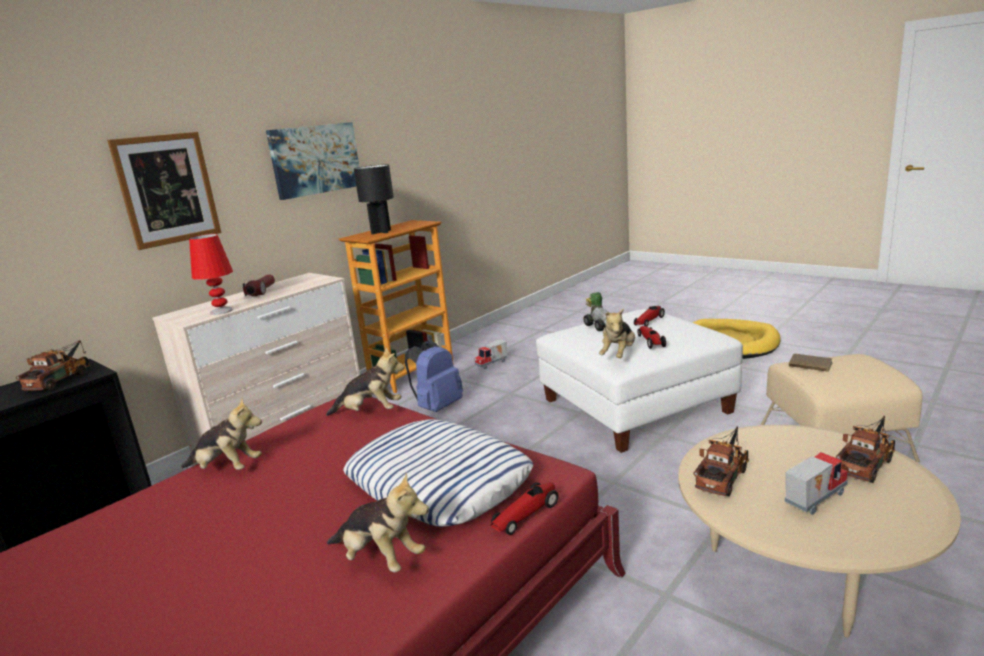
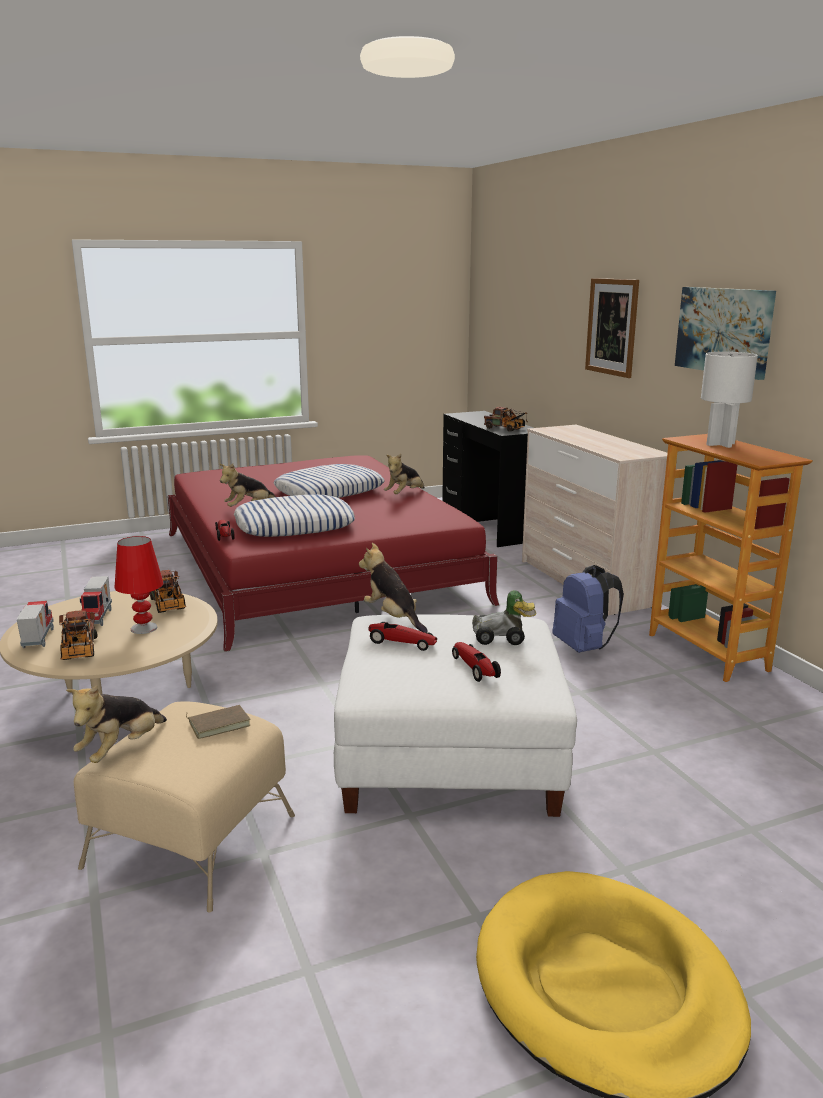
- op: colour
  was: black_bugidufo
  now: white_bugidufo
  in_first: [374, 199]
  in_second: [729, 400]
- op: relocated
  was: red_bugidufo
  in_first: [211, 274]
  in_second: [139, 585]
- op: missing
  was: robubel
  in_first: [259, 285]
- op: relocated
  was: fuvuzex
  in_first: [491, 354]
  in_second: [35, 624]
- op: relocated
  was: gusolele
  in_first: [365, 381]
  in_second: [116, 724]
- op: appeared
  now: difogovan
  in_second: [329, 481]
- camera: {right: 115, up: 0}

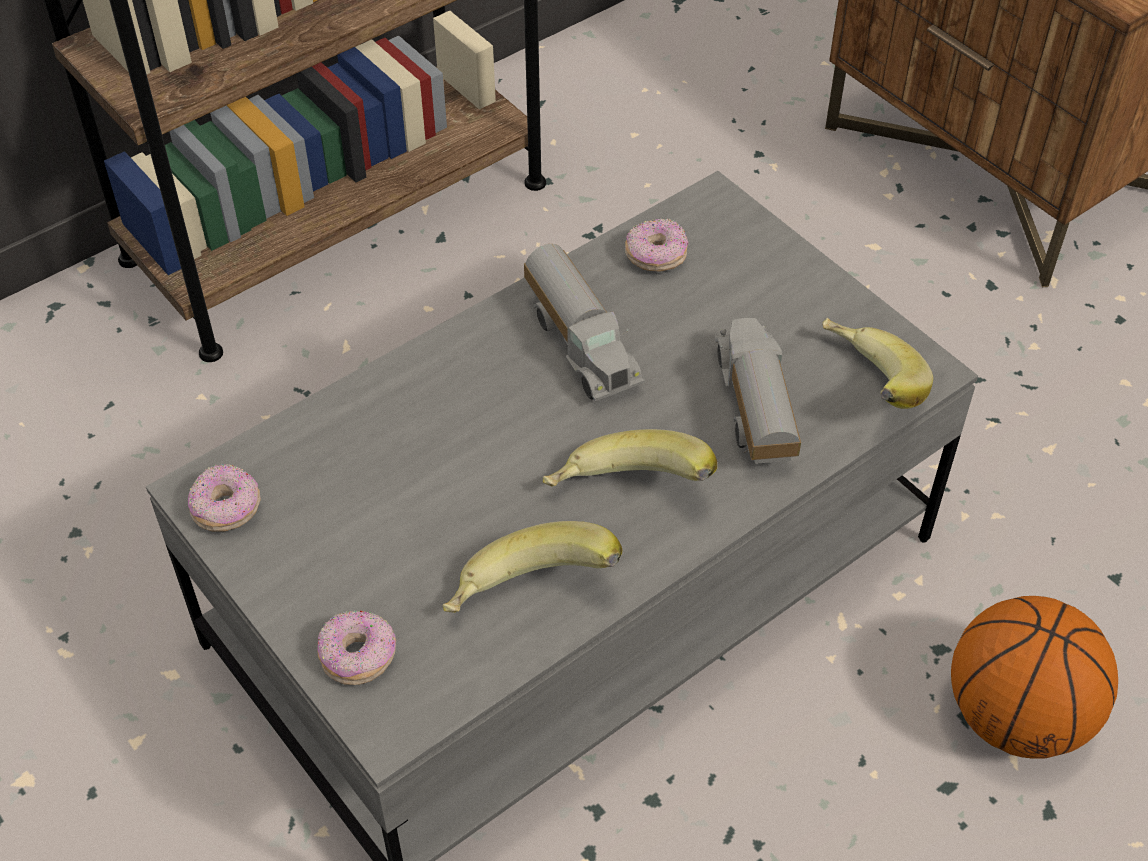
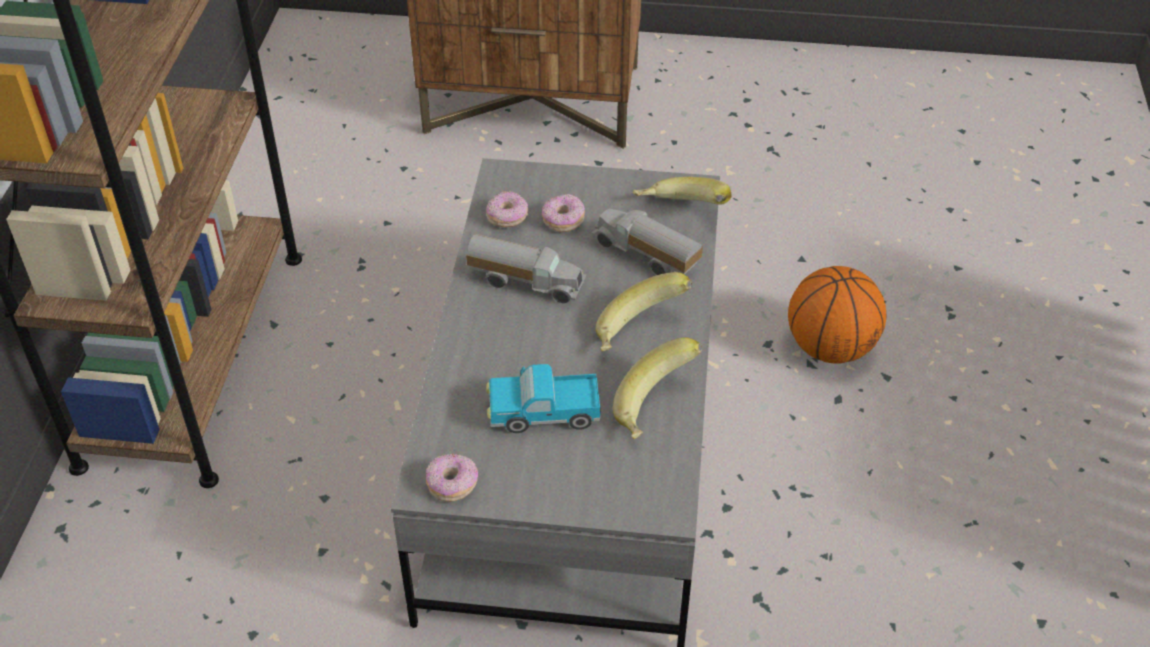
- op: relocated
  was: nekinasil
  in_first: [356, 648]
  in_second: [563, 213]
- op: appeared
  now: fuvuzex
  in_second: [543, 398]
- camera: {right: -45, up: -5}

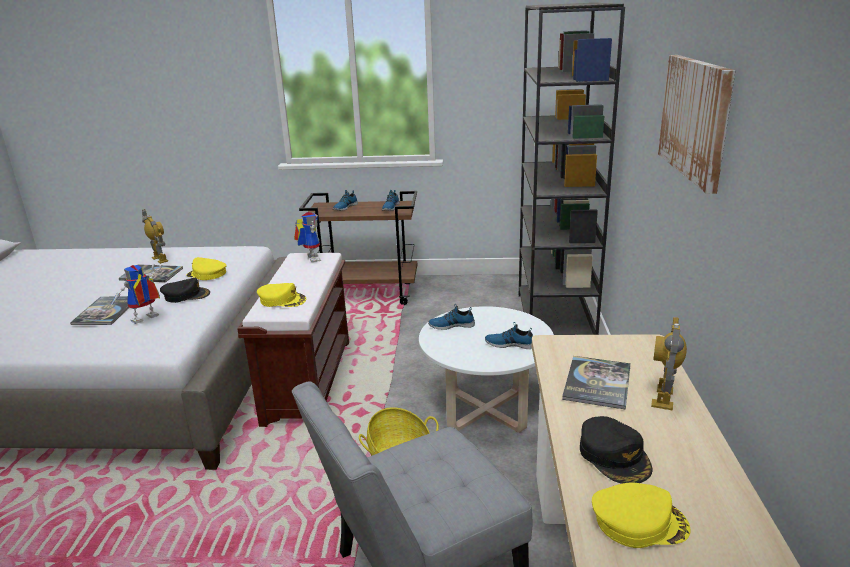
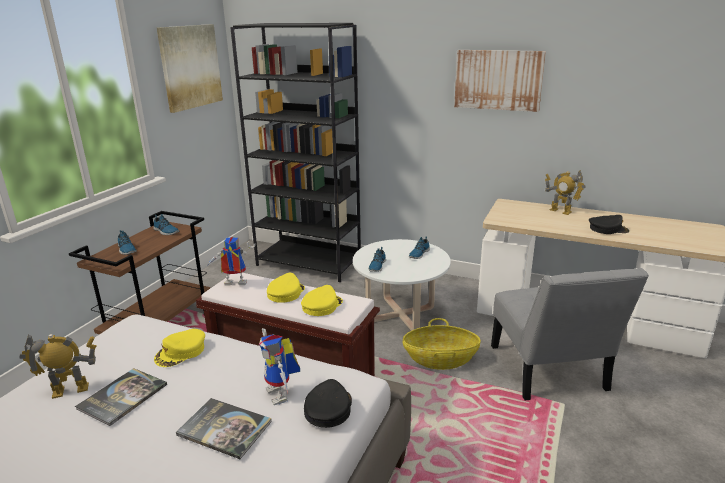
- op: relocated
  was: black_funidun
  in_first: [185, 290]
  in_second: [328, 403]
- op: missing
  was: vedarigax
  in_first: [596, 383]
- op: relocated
  was: yellow_funidun
  in_first: [641, 515]
  in_second: [286, 288]
- op: appeared
  now: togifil
  in_second: [190, 68]
- camera: {right: -70, up: 0}

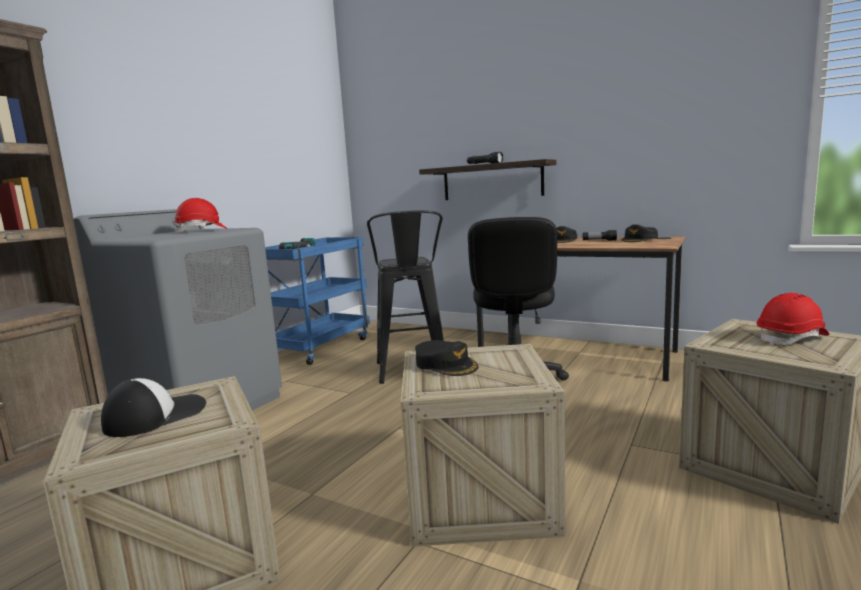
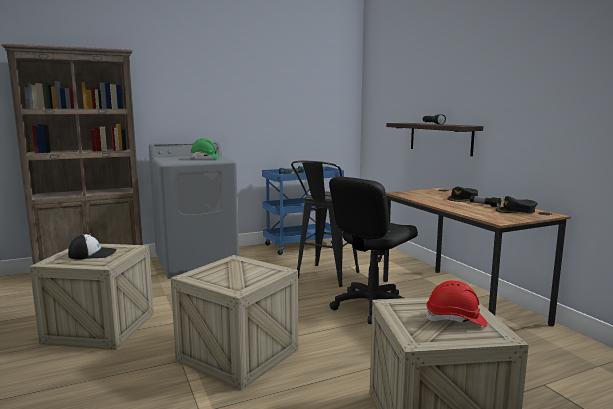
- op: colour
  was: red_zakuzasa
  now: green_zakuzasa
  in_first: [201, 215]
  in_second: [205, 148]
- op: missing
  was: black_funidun
  in_first: [447, 358]
- camera: {right: 35, up: 0}

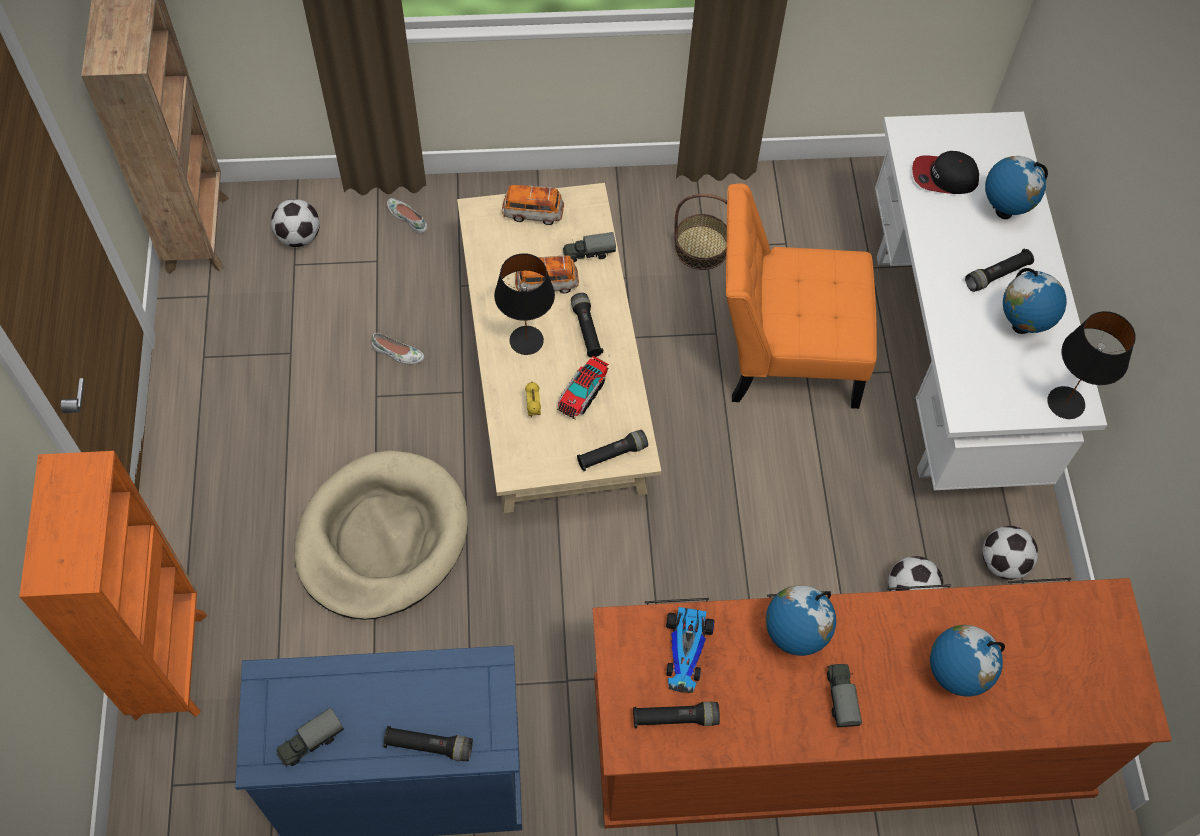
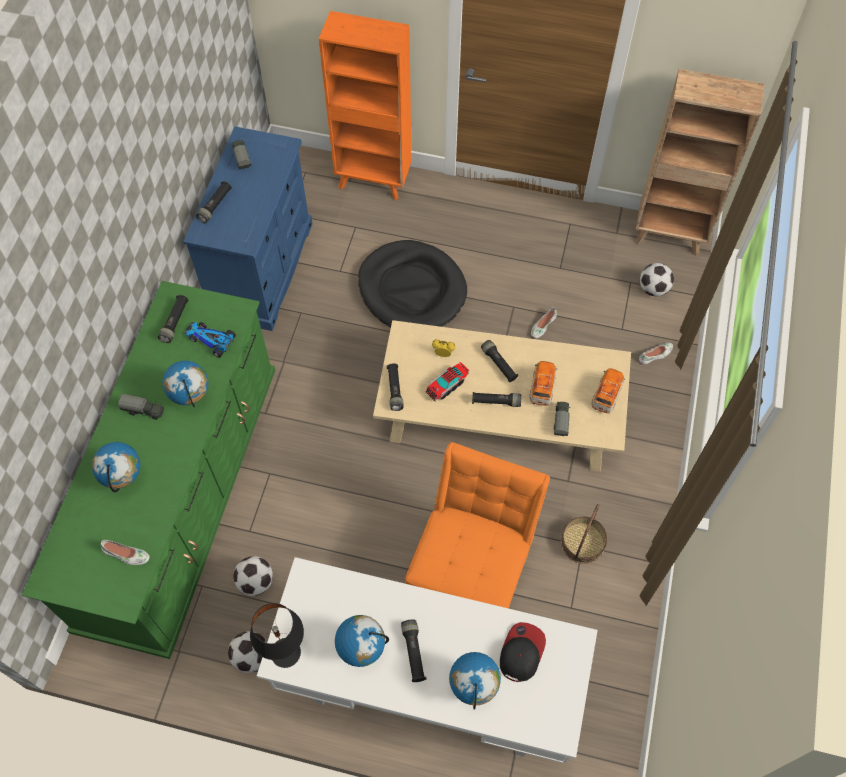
- op: exchanged
  was: black_bugidufo
  now: black_robubel
  in_first: [524, 304]
  in_second: [499, 361]
- op: spun
  was: fuvuzex
  in_first: [583, 387]
  in_second: [447, 382]
  clockwise: -90
- op: colour
  was: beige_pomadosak
  now: black_pomadosak
  in_first: [381, 535]
  in_second: [412, 284]
- op: colour
  was: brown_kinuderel
  now: green_kinuderel
  in_first: [882, 703]
  in_second: [148, 470]
- op: appeared
  now: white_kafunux
  in_second: [125, 552]
- camera: {right: 110, up: 0}

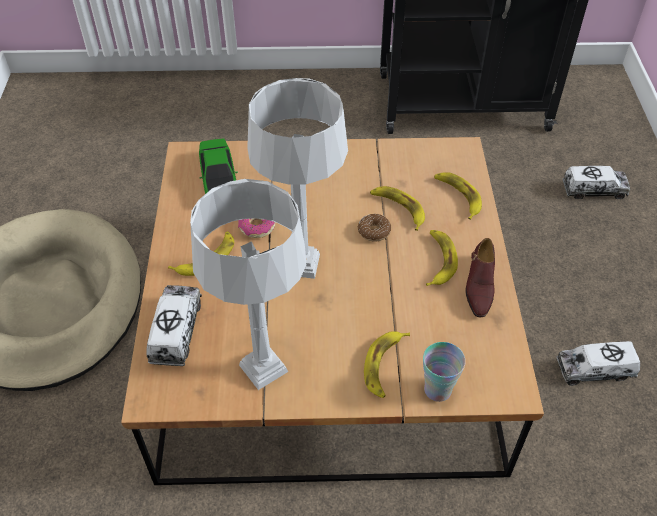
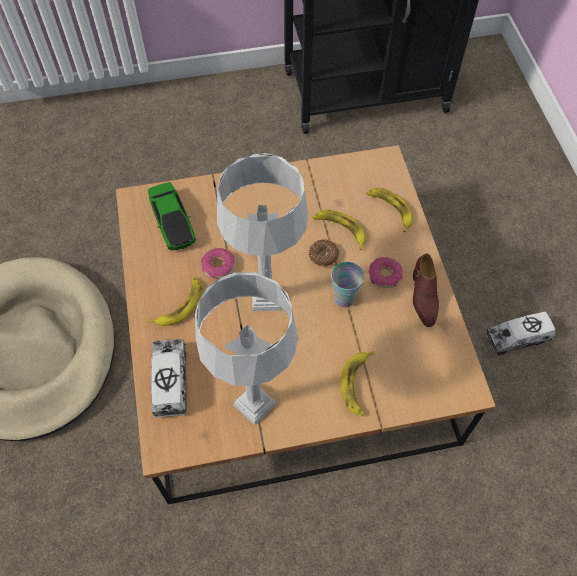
- op: missing
  was: fuvuzex
  in_first: [596, 182]
- op: exchanged
  was: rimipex
  now: nekinasil
  in_first: [442, 258]
  in_second: [386, 272]
- op: relocated
  was: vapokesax
  in_first: [444, 372]
  in_second: [347, 285]
- camera: {right: -10, up: 10}

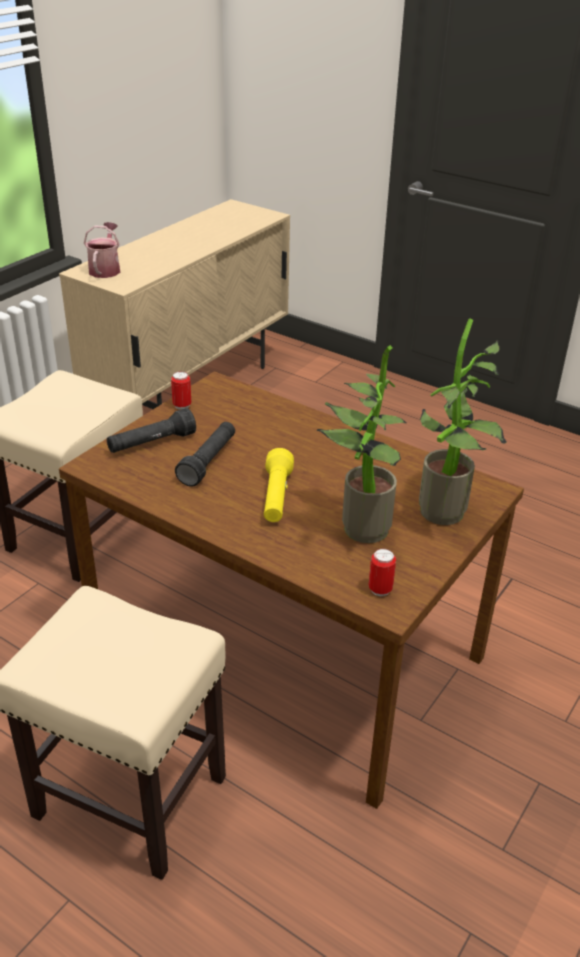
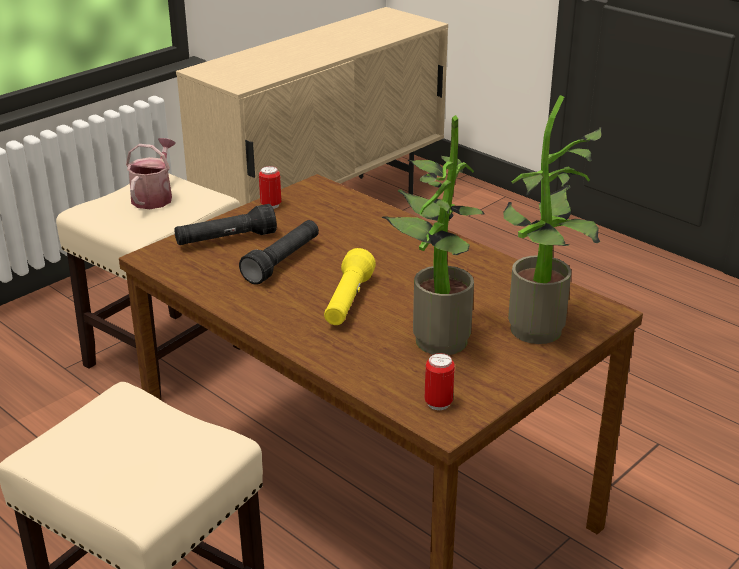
- op: relocated
  was: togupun
  in_first: [102, 250]
  in_second: [151, 173]
- camera: {right: 10, up: -5}

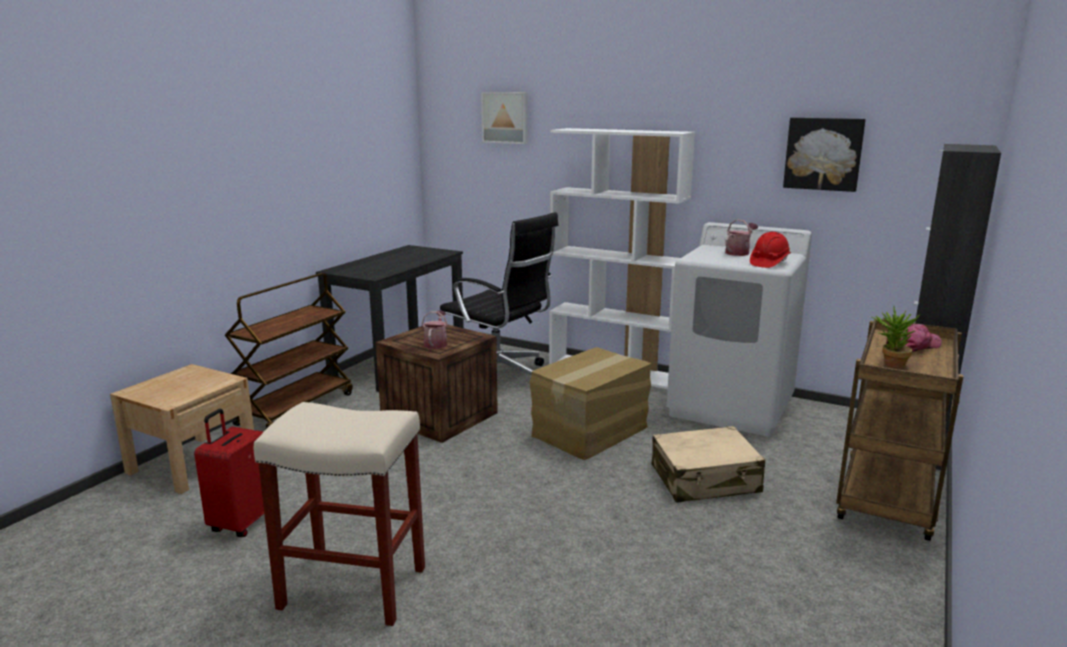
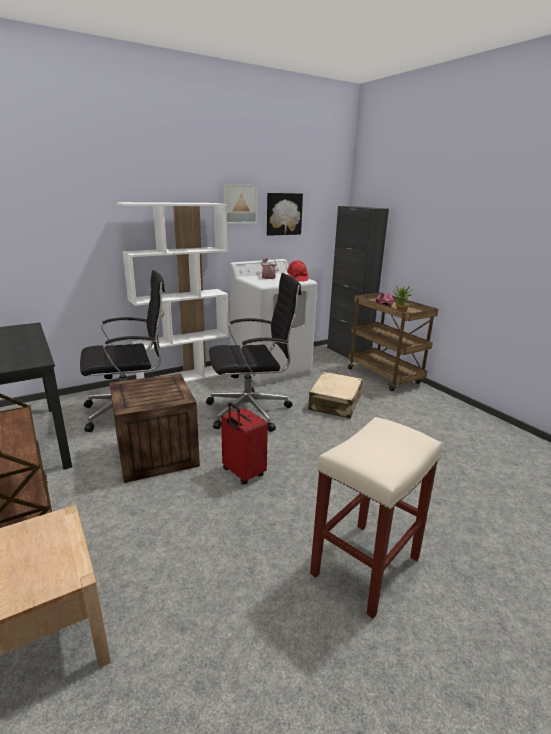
- op: relocated
  was: togifil
  in_first: [504, 118]
  in_second: [239, 204]
- op: missing
  was: togupun
  in_first: [435, 329]
- op: exchanged
  was: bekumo
  now: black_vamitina
  in_first: [590, 403]
  in_second: [253, 352]
- op: relocated
  was: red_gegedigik
  in_first: [229, 473]
  in_second: [244, 443]
- camera: {right: -60, up: 5}

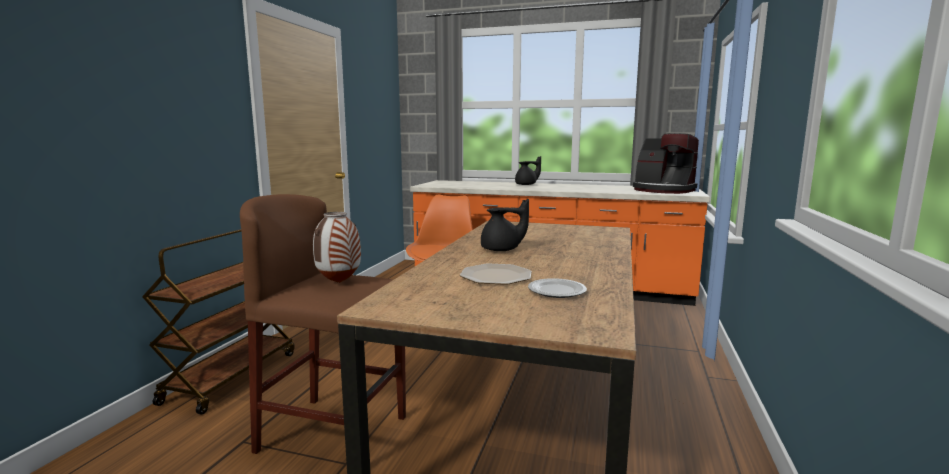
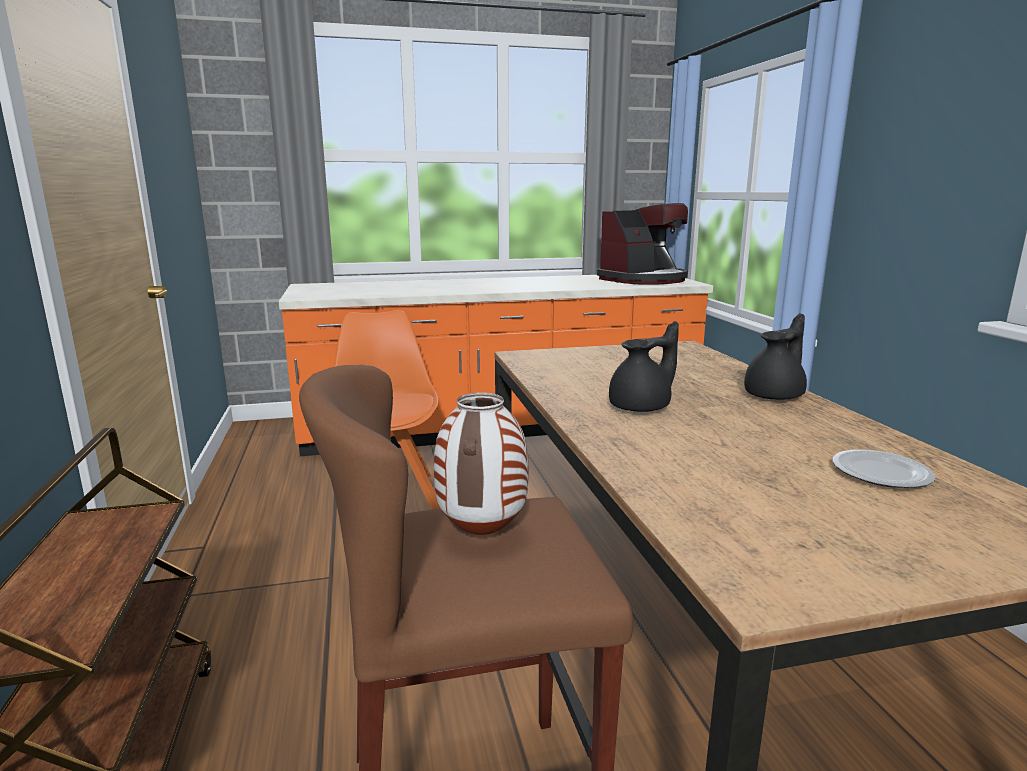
- op: spun
  was: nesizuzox
  in_first: [666, 163]
  in_second: [642, 244]
  clockwise: -45
- op: relocated
  was: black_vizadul
  in_first: [528, 170]
  in_second: [775, 356]
- op: missing
  was: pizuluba
  in_first: [495, 274]
- camera: {right: -30, up: 5}

